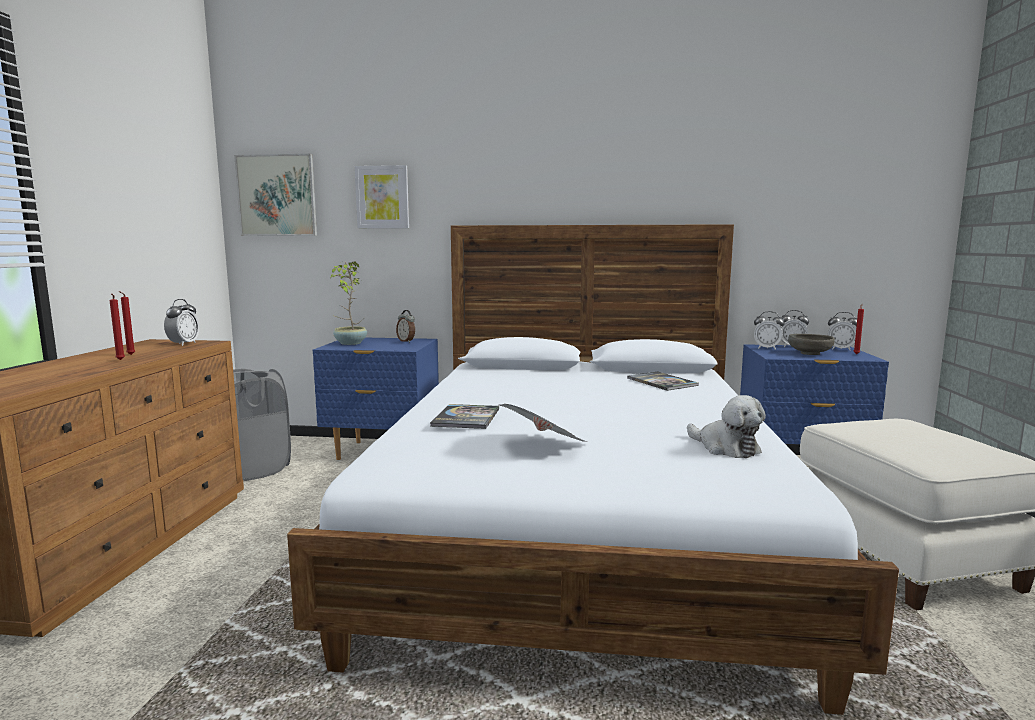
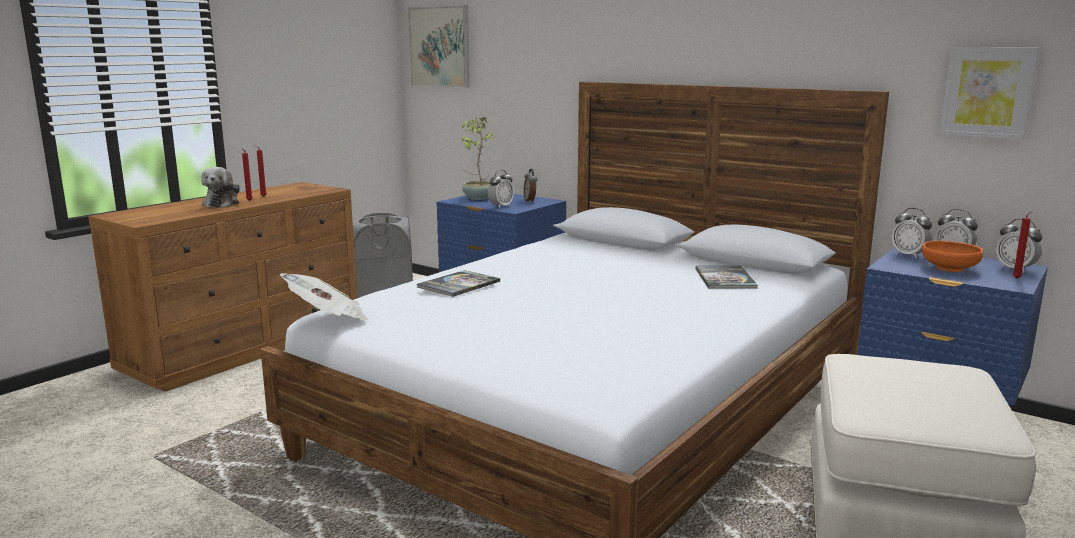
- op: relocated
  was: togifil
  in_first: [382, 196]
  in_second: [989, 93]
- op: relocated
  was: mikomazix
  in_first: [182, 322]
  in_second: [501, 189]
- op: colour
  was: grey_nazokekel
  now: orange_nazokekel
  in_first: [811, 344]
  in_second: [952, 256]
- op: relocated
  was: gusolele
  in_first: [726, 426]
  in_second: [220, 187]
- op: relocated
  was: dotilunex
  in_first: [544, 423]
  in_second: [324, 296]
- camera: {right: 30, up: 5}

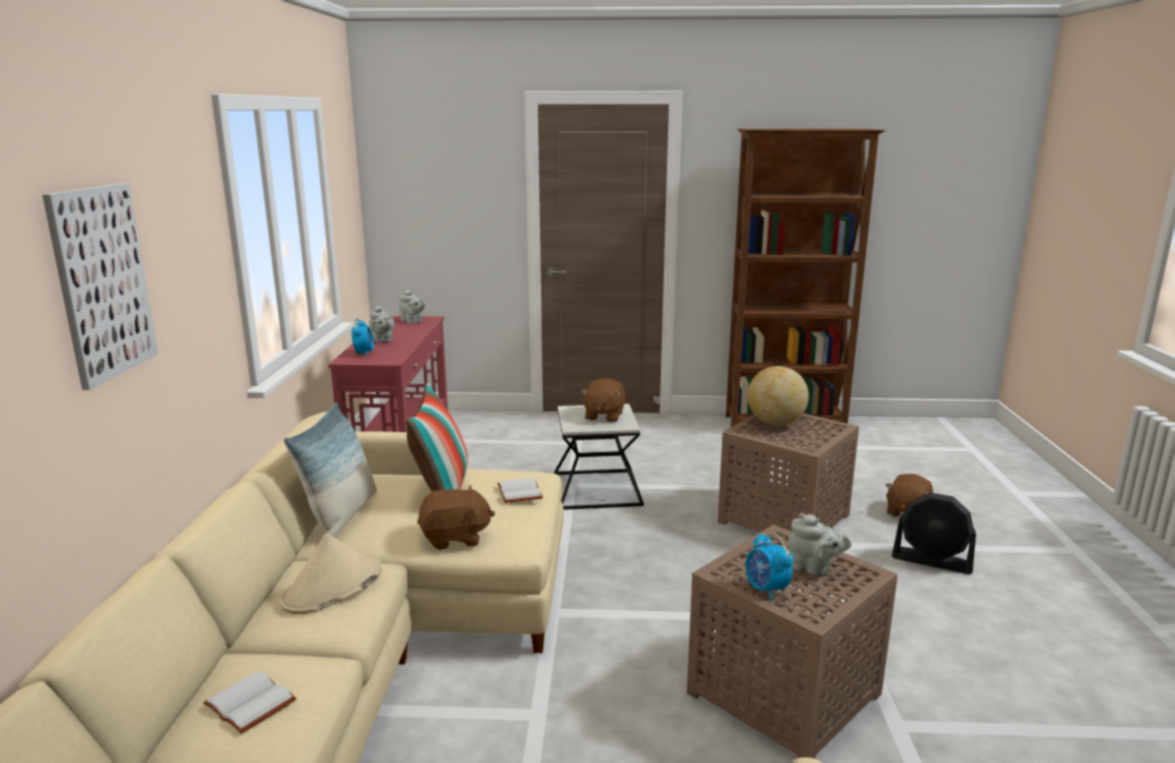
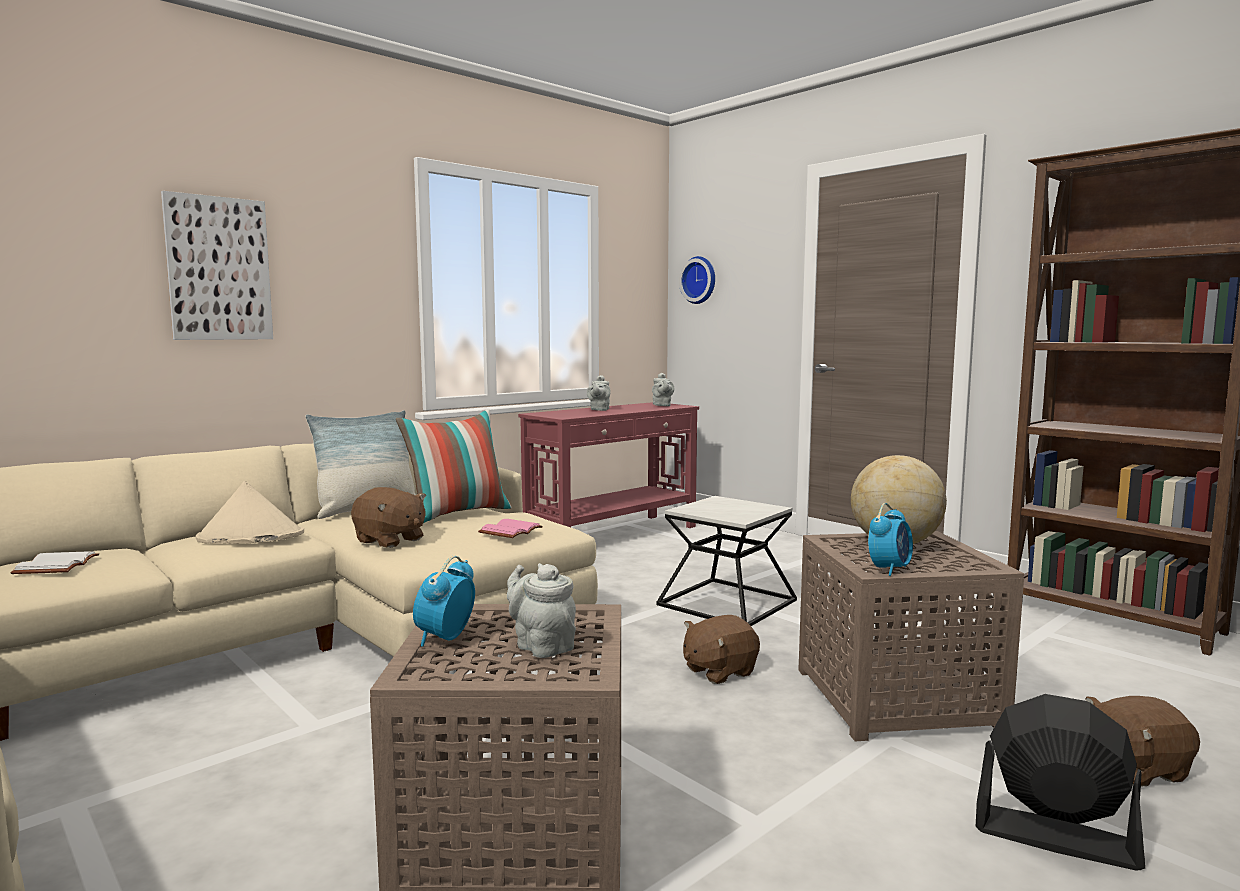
- op: relocated
  was: mikomazix
  in_first: [362, 337]
  in_second: [890, 539]
- op: relocated
  was: brown_gusolele
  in_first: [603, 400]
  in_second: [721, 649]
- op: colour
  was: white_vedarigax
  now: pink_vedarigax
  in_first: [520, 490]
  in_second: [510, 528]
- op: spun
  was: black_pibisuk
  in_first: [934, 533]
  in_second: [1060, 782]
  clockwise: 135
- op: spun
  was: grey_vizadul
  in_first: [820, 544]
  in_second: [541, 610]
  clockwise: 150
- op: appeared
  now: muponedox
  in_second: [697, 280]
- camera: {right: 45, up: -10}

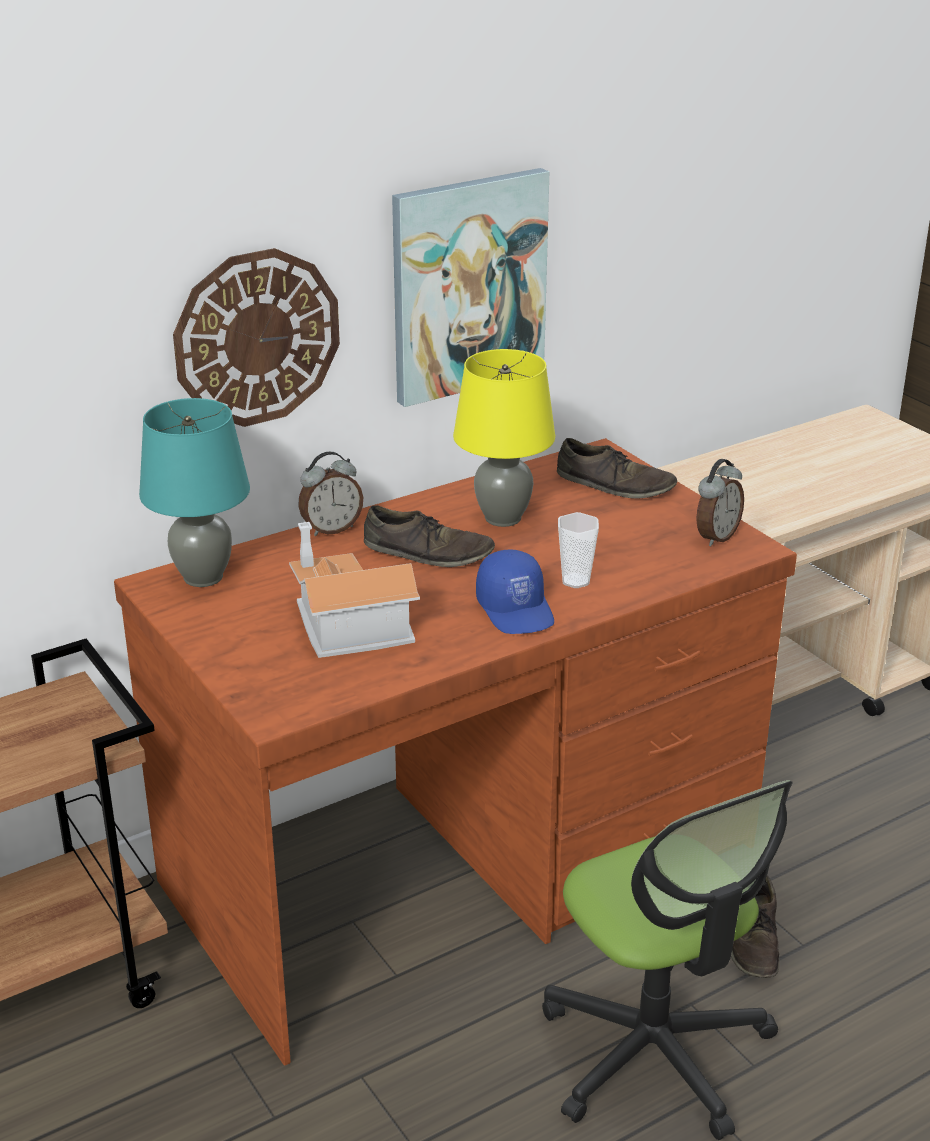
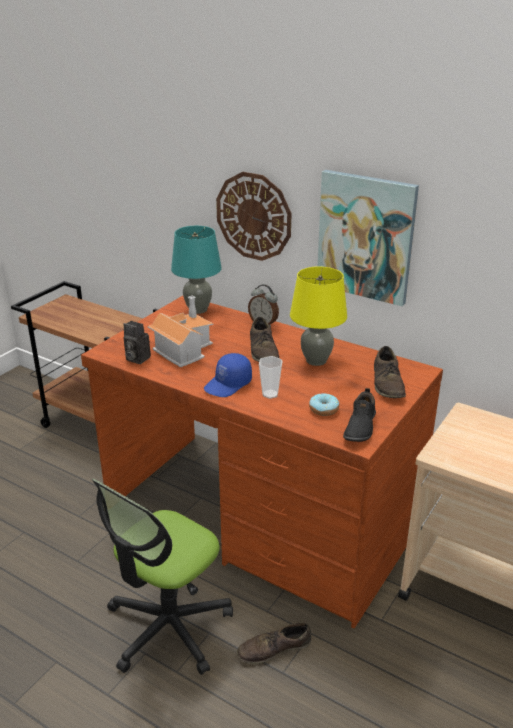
- op: exchanged
  was: mikomazix
  now: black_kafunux
  in_first: [720, 502]
  in_second: [359, 415]
- op: appeared
  now: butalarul
  in_second: [137, 342]
- op: appeared
  now: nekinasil
  in_second: [324, 404]
- camera: {right: 65, up: 0}

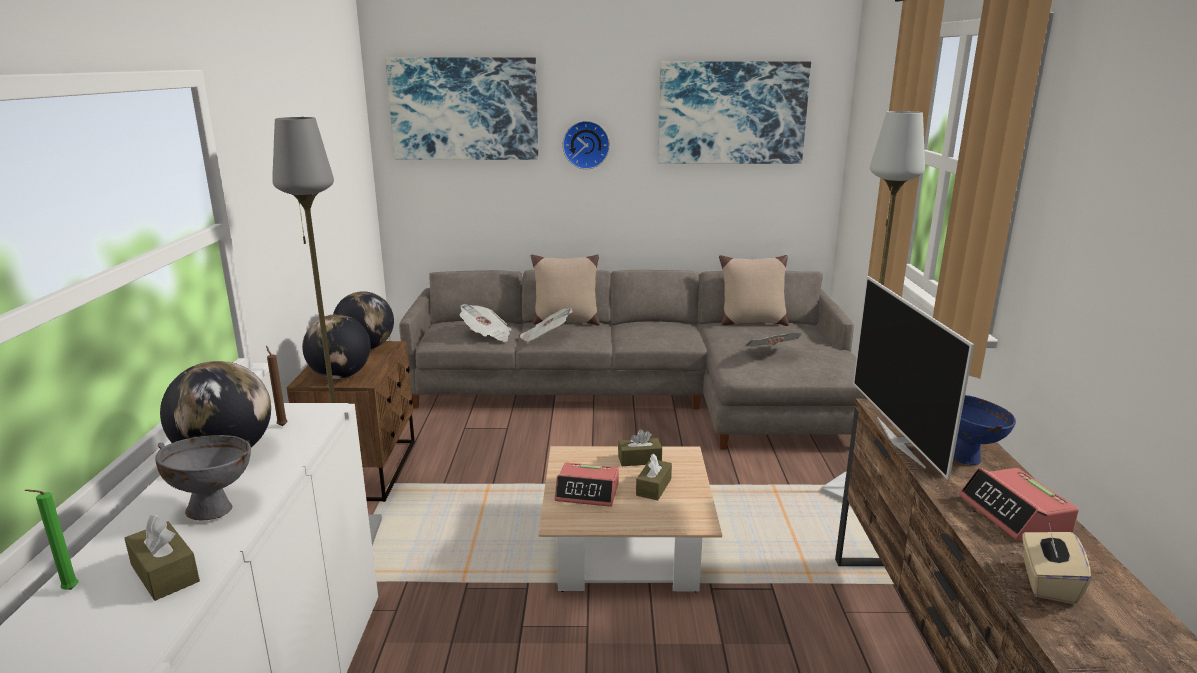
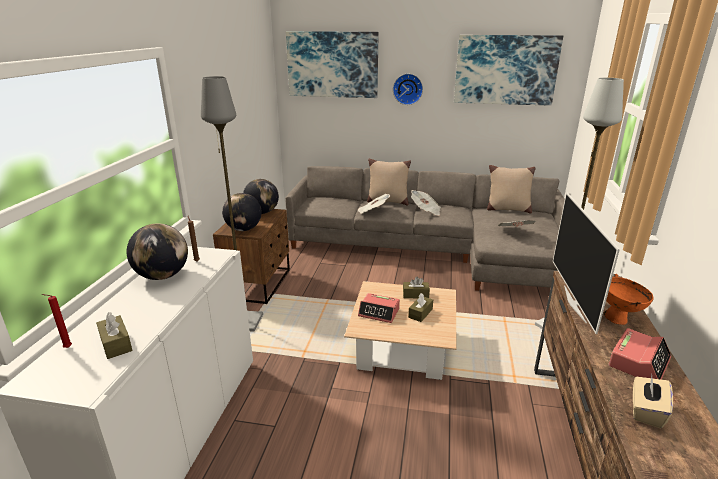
- op: relocated
  was: dotilunex
  in_first: [485, 323]
  in_second: [426, 203]
- op: colour
  was: blue_nazokekel
  now: orange_nazokekel
  in_first: [984, 430]
  in_second: [629, 299]
- op: missing
  was: grey_nazokekel
  in_first: [203, 478]
- op: spun
  was: mikomazix
  in_first: [1019, 504]
  in_second: [639, 354]
  clockwise: -135
- op: colour
  was: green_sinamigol
  now: red_sinamigol
  in_first: [51, 539]
  in_second: [57, 321]
- camera: {right: 10, up: 5}

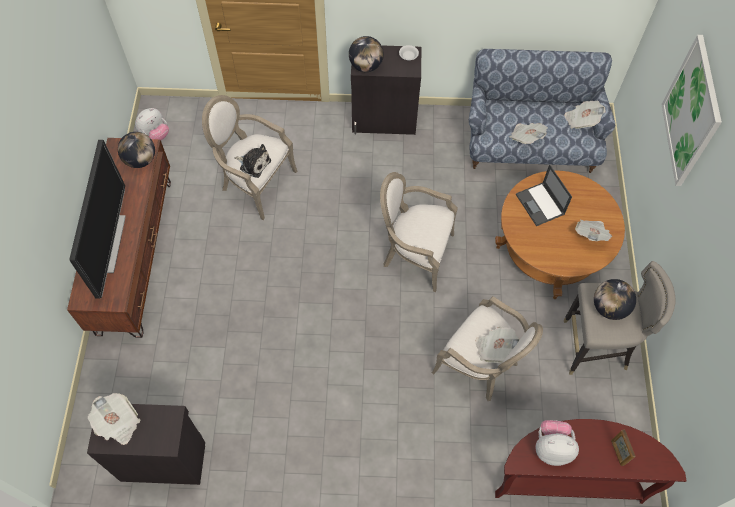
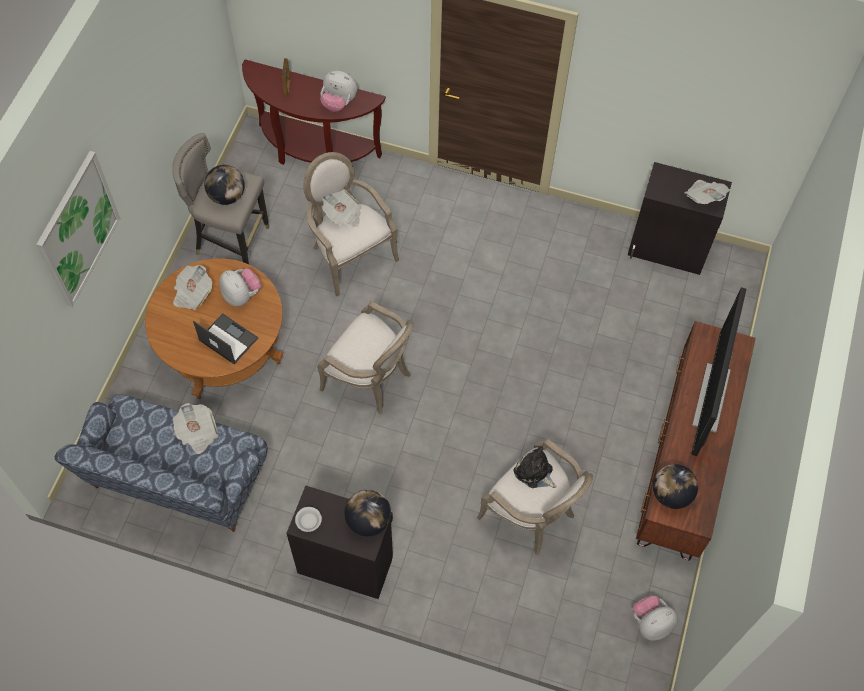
- op: missing
  was: dotilunex
  in_first: [585, 115]
- op: spun
  was: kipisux
  in_first: [544, 195]
  in_second: [225, 338]
  clockwise: -45
- op: appeared
  now: gusolele
  in_second: [240, 287]
- camera: {right: -165, up: 0}

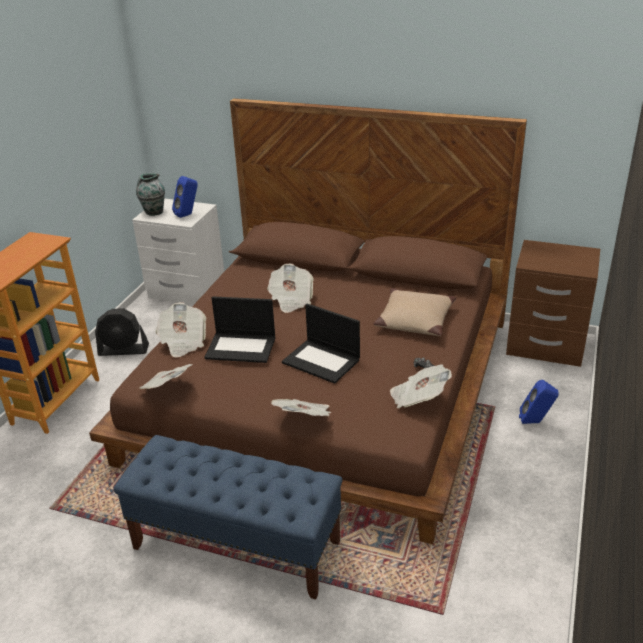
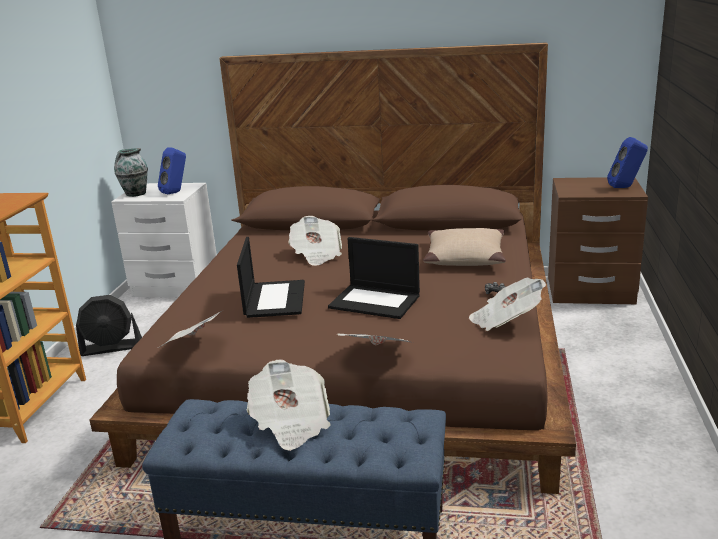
- op: spun
  was: kipisux
  in_first: [239, 329]
  in_second: [271, 277]
  clockwise: -90
- op: relocated
  was: dotilunex
  in_first: [181, 330]
  in_second: [289, 405]
- op: relocated
  was: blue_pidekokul
  in_first: [539, 402]
  in_second: [627, 162]
- camera: {right: -10, up: -10}

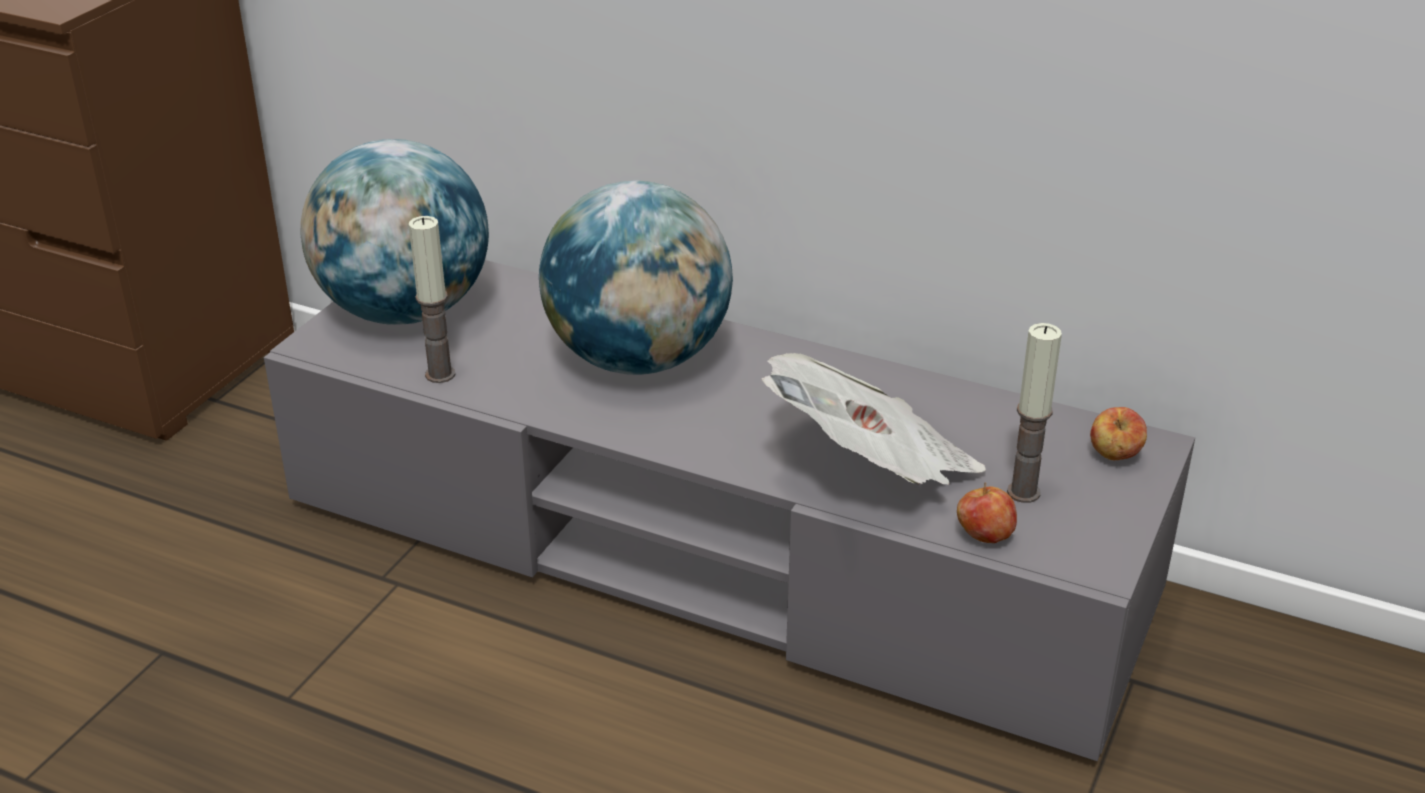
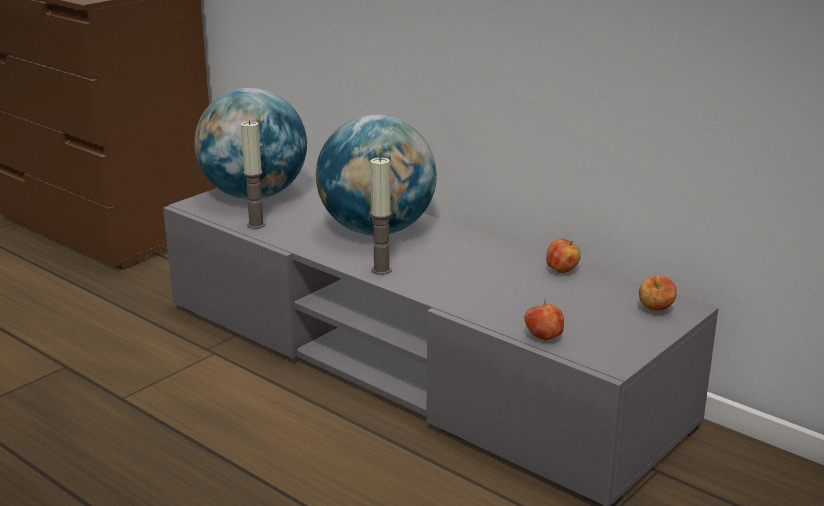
- op: relocated
  was: sinamigol
  in_first: [1034, 413]
  in_second: [381, 216]
- op: missing
  was: dotilunex
  in_first: [873, 419]
- op: appeared
  now: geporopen
  in_second: [563, 255]
- camera: {right: 15, up: -10}

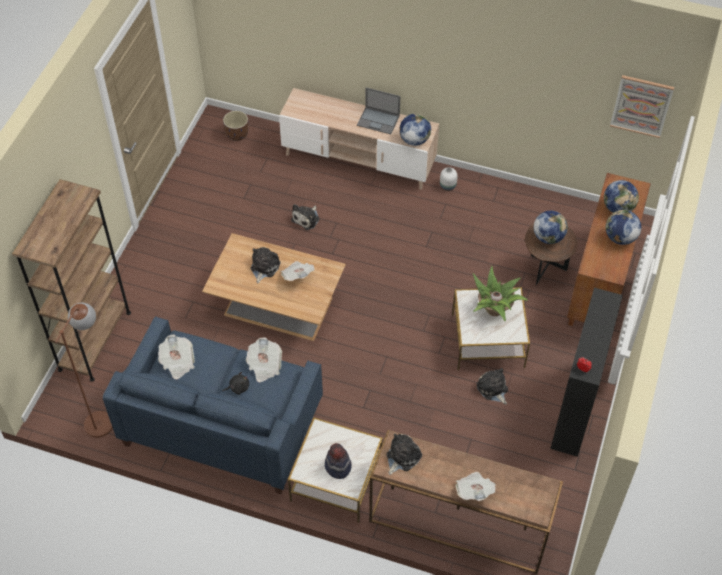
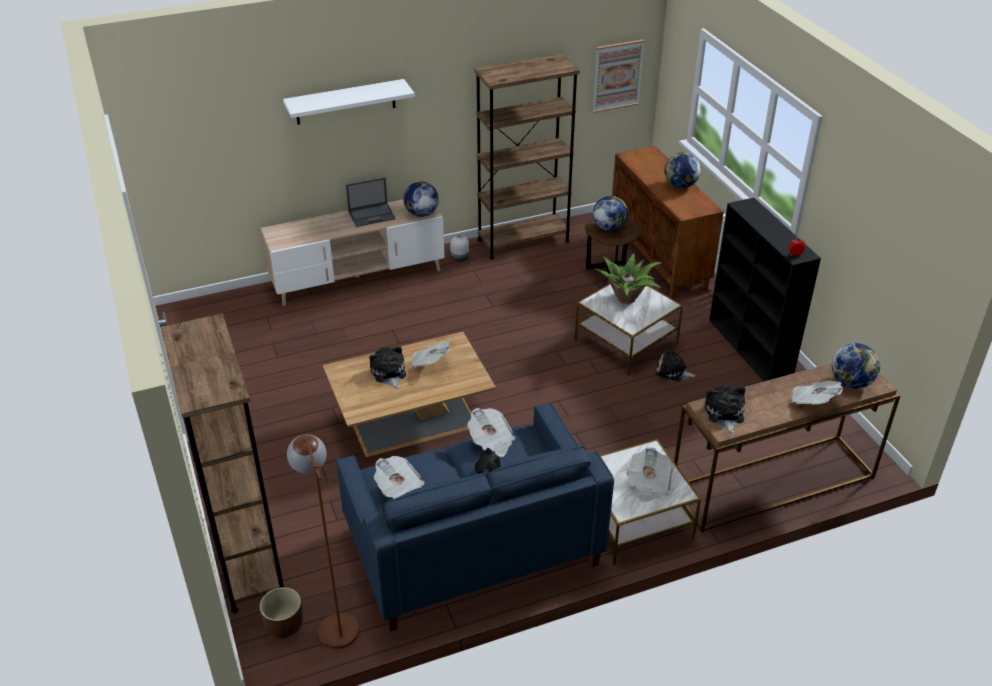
- op: relocated
  was: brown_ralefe
  in_first: [235, 126]
  in_second: [281, 612]
- op: relocated
  was: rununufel
  in_first: [621, 196]
  in_second: [856, 366]
- op: missing
  was: gusolele
  in_first: [305, 217]
- op: exchanged
  was: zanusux
  now: dotilunex
  in_first: [338, 461]
  in_second: [650, 474]
- op: appeared
  now: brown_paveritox
  in_second: [527, 157]
- op: appeared
  now: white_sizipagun
  in_second: [349, 102]
- camera: {right: -40, up: -15}

